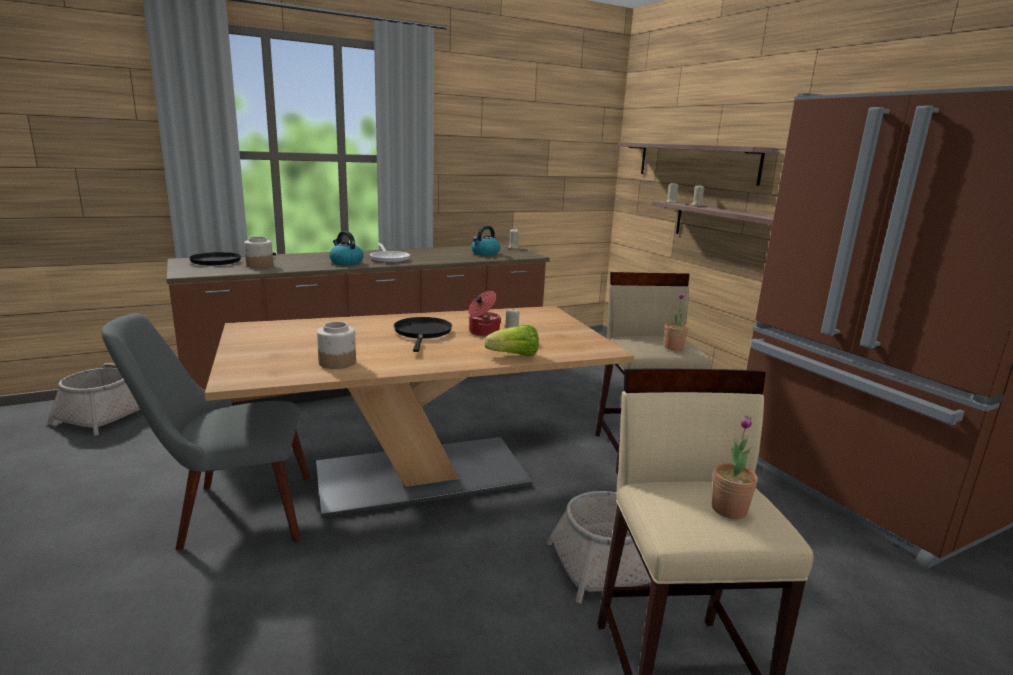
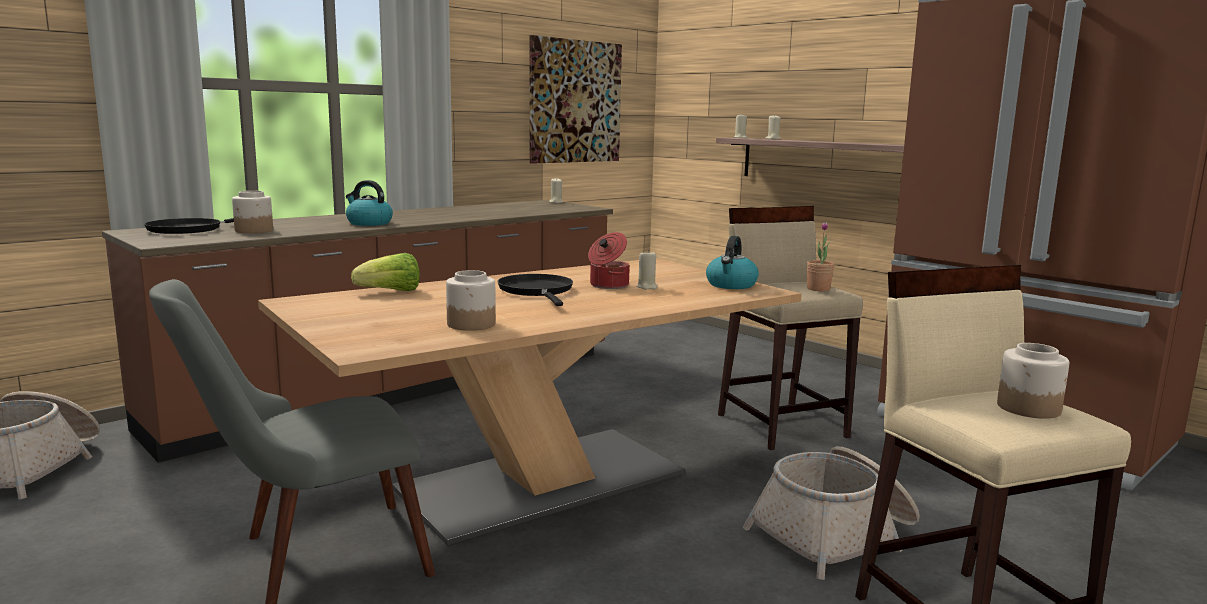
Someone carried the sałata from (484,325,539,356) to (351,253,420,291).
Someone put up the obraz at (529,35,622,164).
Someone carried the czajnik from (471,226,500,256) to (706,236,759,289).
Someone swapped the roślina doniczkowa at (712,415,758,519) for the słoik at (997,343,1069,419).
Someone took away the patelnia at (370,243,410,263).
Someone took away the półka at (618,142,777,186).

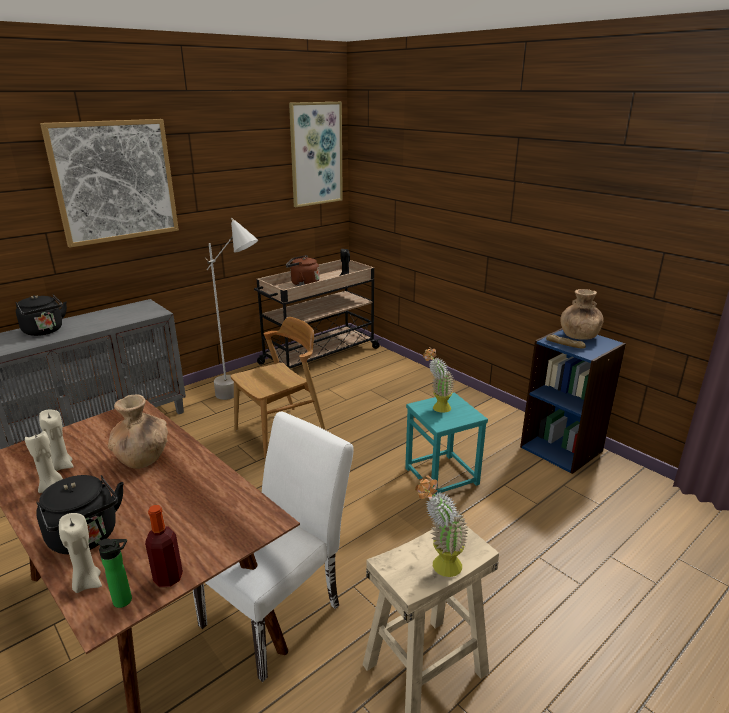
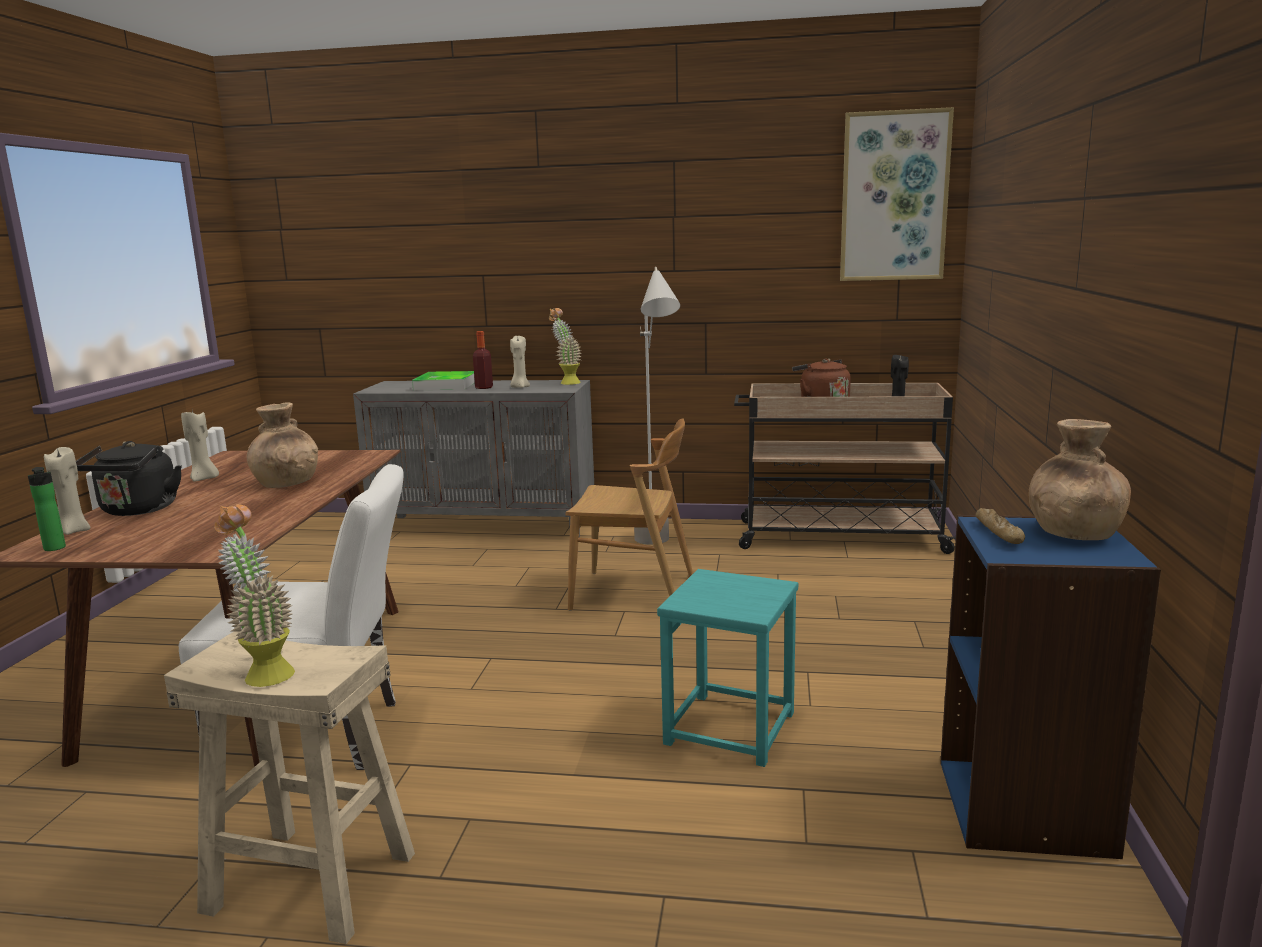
Someone swapped the czajnik (czarny) at (16,294,67,336) for the taca at (412,371,475,390).
Someone carried the butelka from (145,505,183,587) to (473,331,493,389).
Someone carried the świeca (beżowy) from (39,410,74,471) to (510,336,530,388).
Someone carried the roślina doniczkowa from (423,347,455,413) to (549,308,582,385).
Someone took away the obraz at (40,119,179,248).

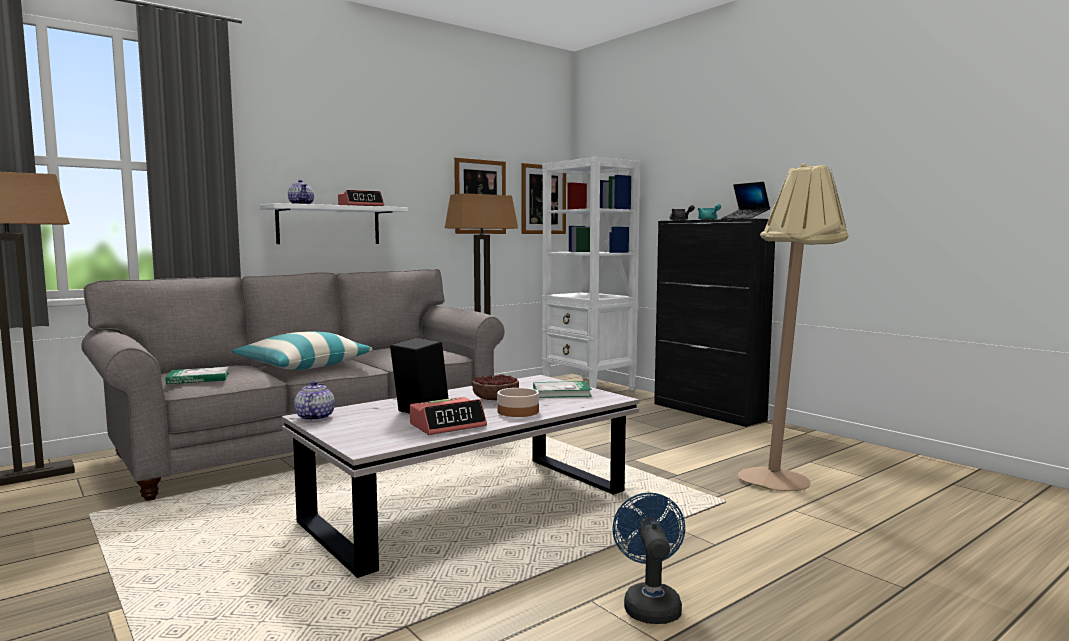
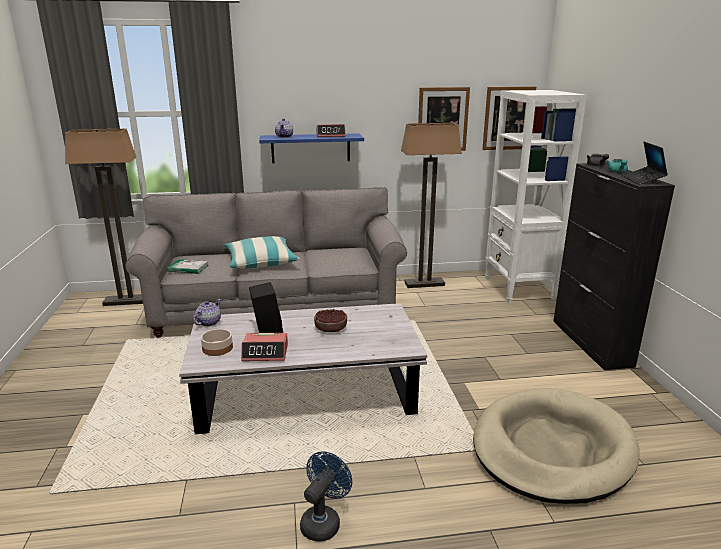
Someone carried the miska from (497,388,539,417) to (201,329,233,356).
Someone repainted the półka (biały) at (260,203,408,244), which became the półka (niebieski) at (259,134,364,163).
Someone swapped the lampa stojąca (beżowy) at (738,163,849,491) for the legowisko (beżowy) at (473,388,640,504).
Someone took away the książka at (533,381,592,398).

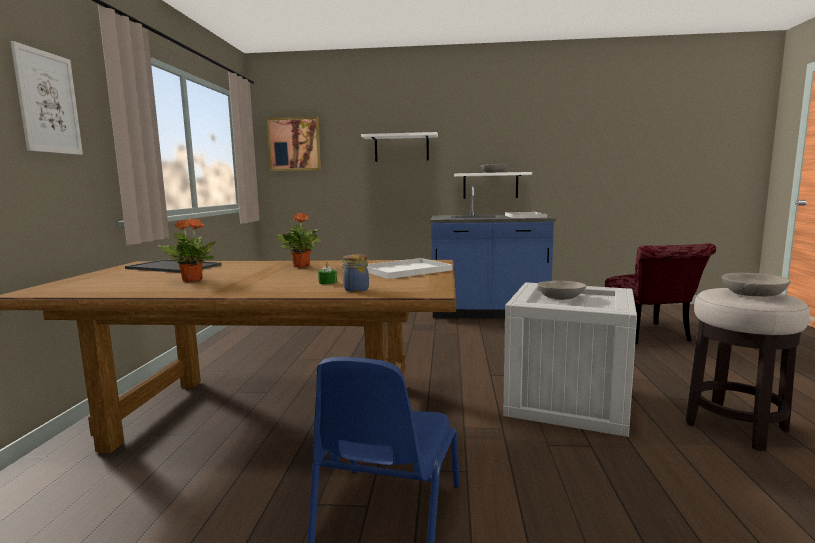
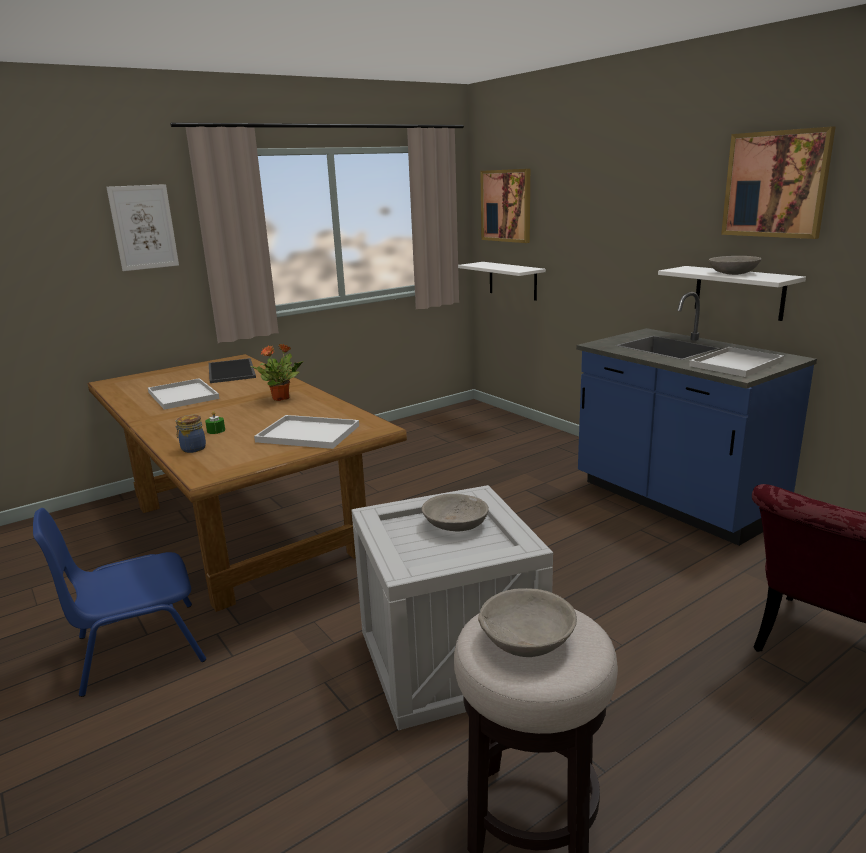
Someone swapped the roślina doniczkowa at (158,219,216,282) for the taca (biały) at (148,378,220,410).
Someone carried the półka (biały) from (361,132,438,162) to (458,262,546,301).
Someone put up the obraz at (721,126,835,239).

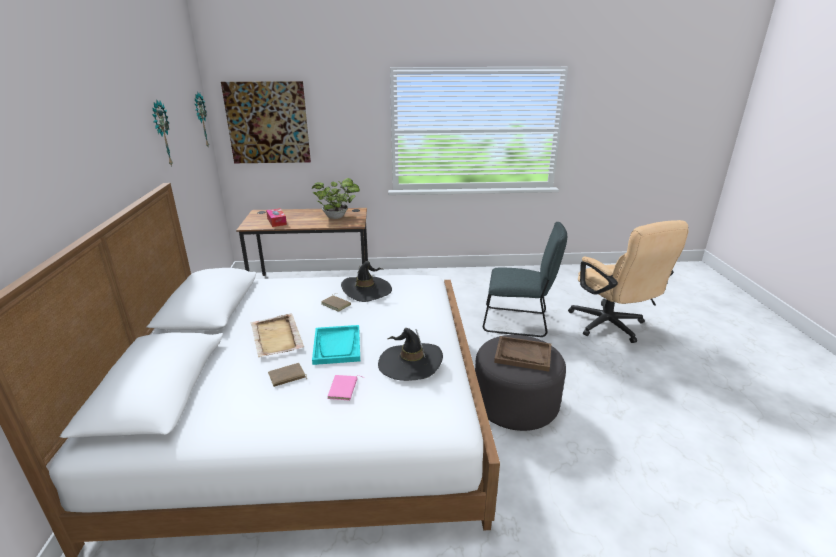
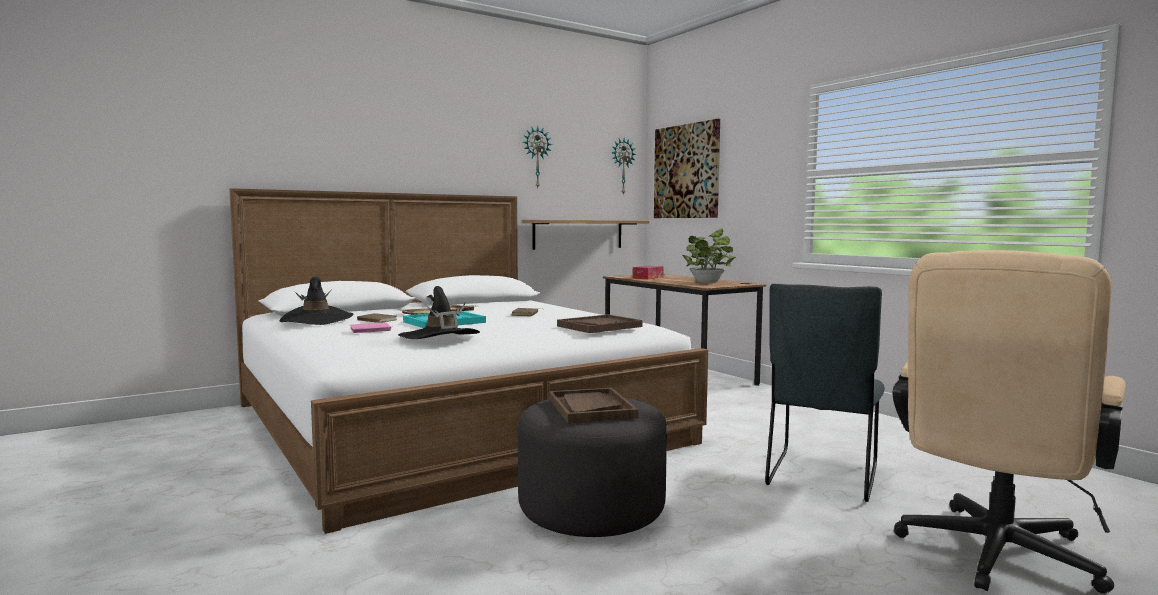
Someone carried the kapelusz (czarny) from (341,261,392,302) to (280,276,353,325).
Someone put up the półka at (523,220,649,250).
Someone put down the taca (brązowy) at (557,314,642,333).
Someone rotated the krzesło (szary) at (483,222,567,337) by 45 degrees clockwise.

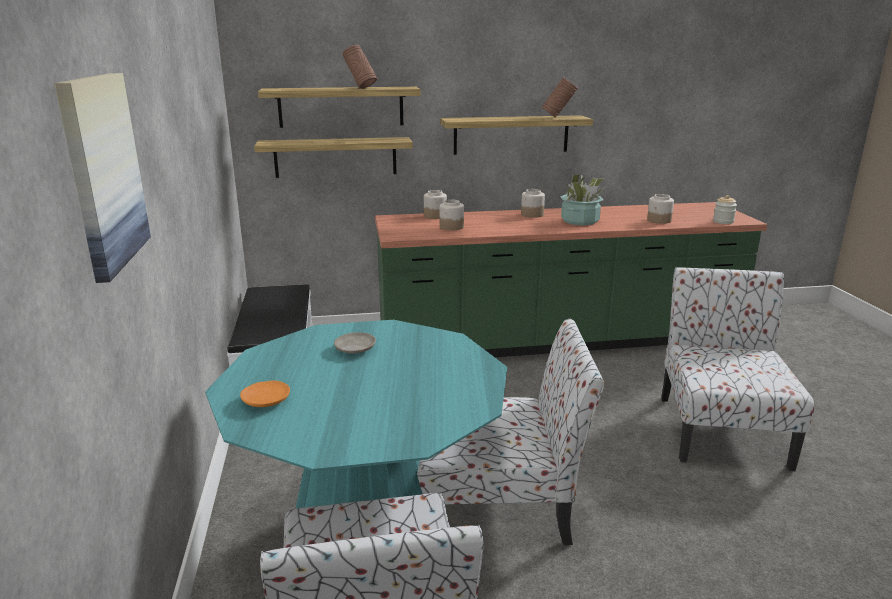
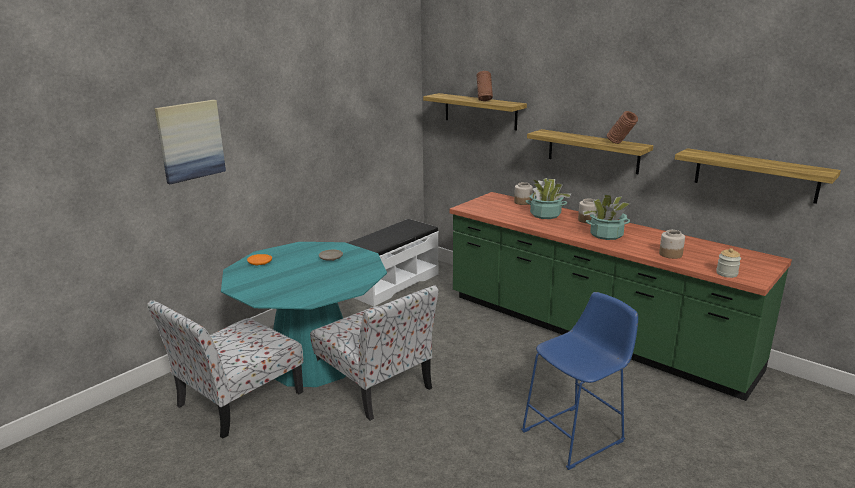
Someone swapped the krzesło at (661,267,814,471) for the stołek (niebieski) at (521,292,638,470).
Someone put down the roślina doniczkowa at (525,178,571,219).
Someone carried the półka from (254,137,413,178) to (675,148,841,204).
Someone took away the słoik at (440,200,464,231).

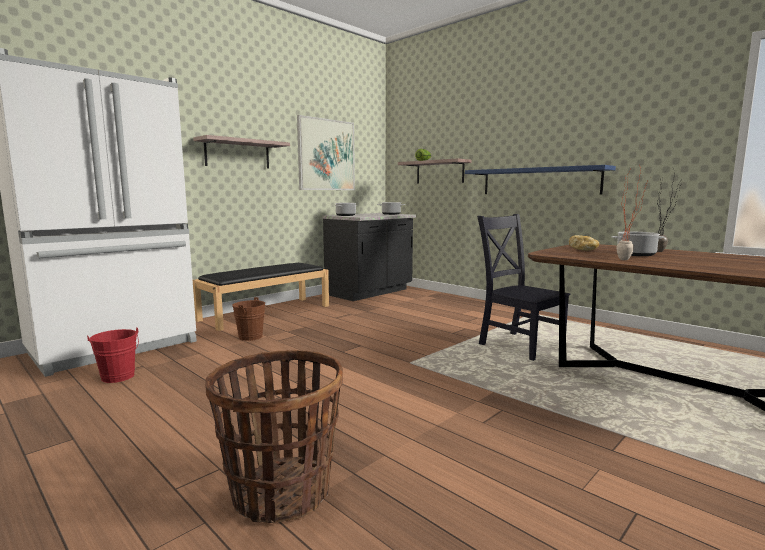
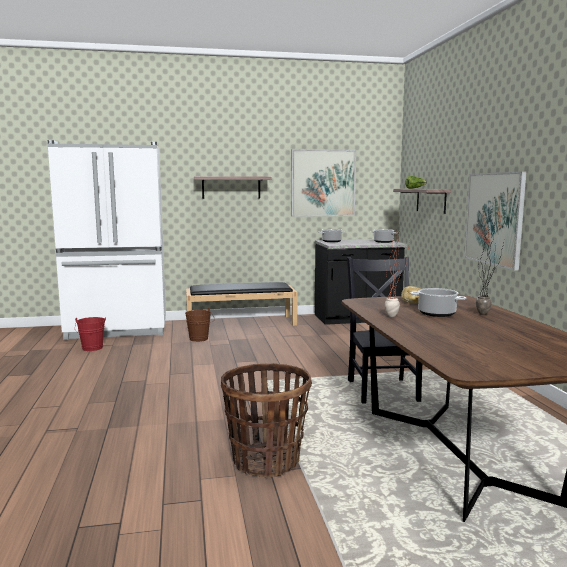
Someone carried the koszyk from (205,350,343,523) to (221,363,312,477).
Someone swapped the półka (niebieski) at (465,165,616,195) for the obraz at (464,171,527,271).

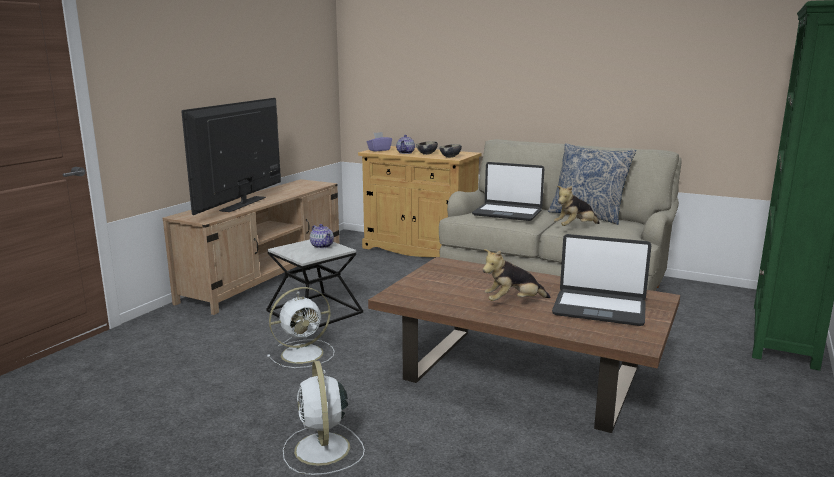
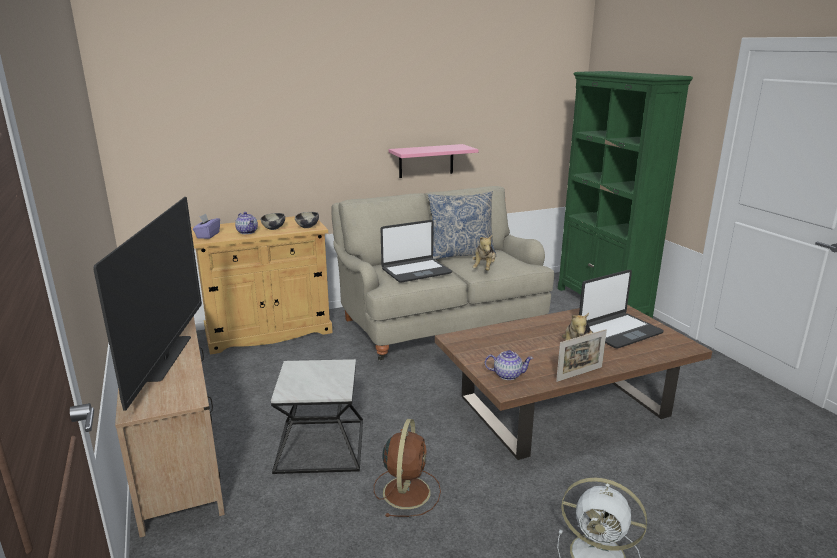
Someone rotated the telewizor at (181,98,281,215) by 150 degrees counterclockwise.
Someone repainted the wentylator (biały) at (267,287,335,368), which became the wentylator (brązowy) at (374,419,441,517).
Someone put up the półka (różowy) at (389,144,478,178).
Someone carried the imbryk from (310,224,334,249) to (485,350,533,380).
Someone put down the ramka na zdjęcie at (556,329,607,382).

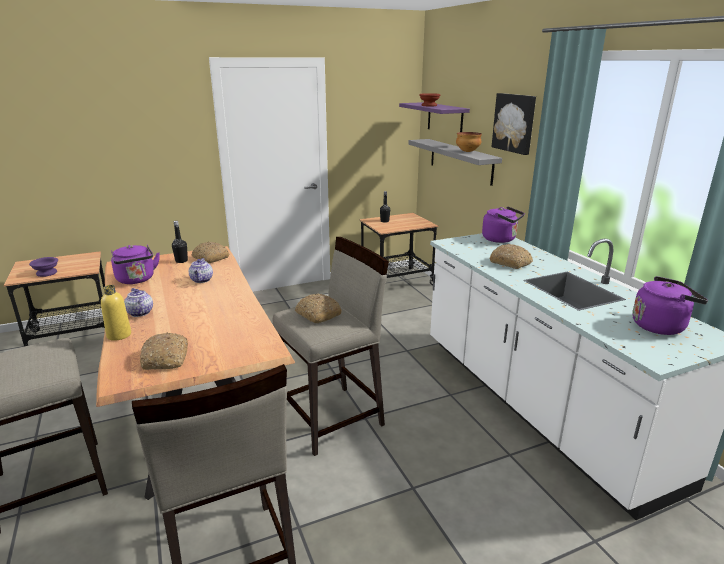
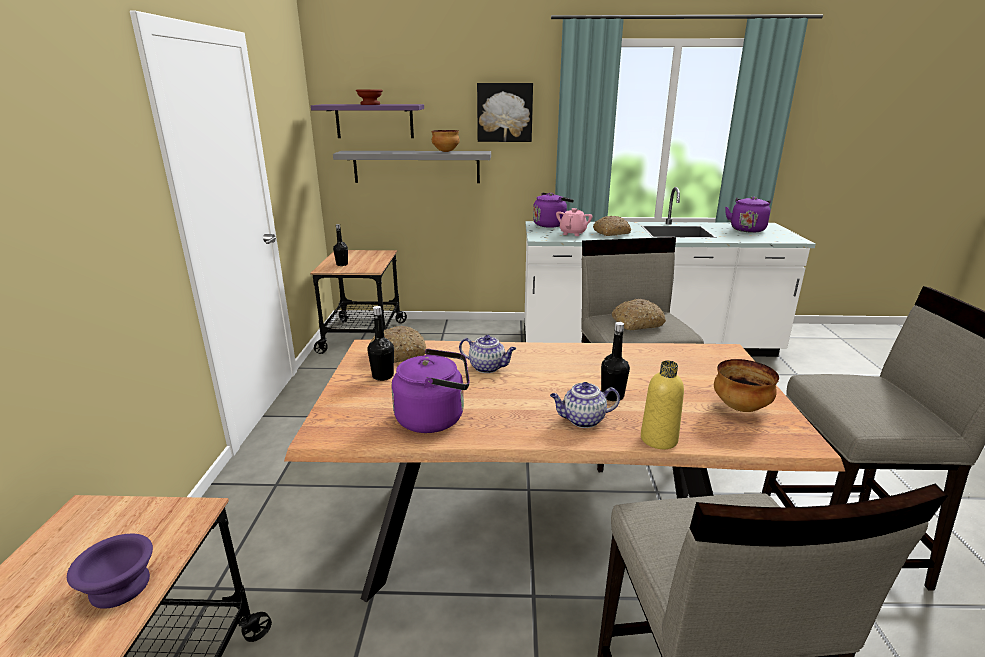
Someone put down the imbryk (różowy) at (556,208,593,236).
Someone put down the butelka (czarny) at (601,322,630,401).
Someone swapped the chleb at (140,333,188,370) for the miska at (714,359,779,412).

